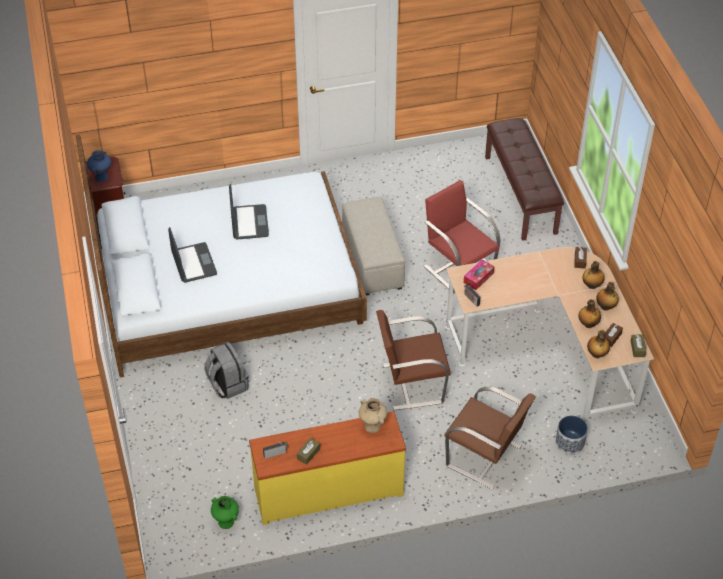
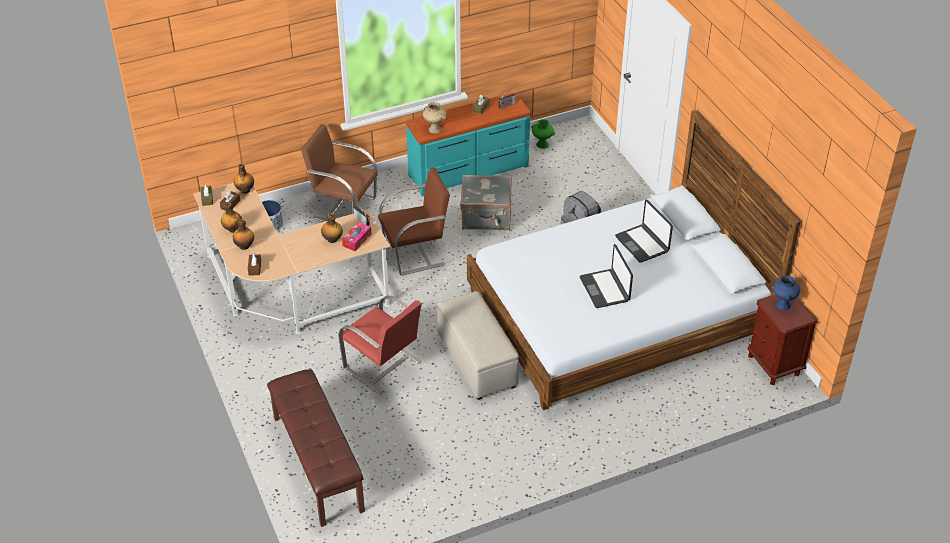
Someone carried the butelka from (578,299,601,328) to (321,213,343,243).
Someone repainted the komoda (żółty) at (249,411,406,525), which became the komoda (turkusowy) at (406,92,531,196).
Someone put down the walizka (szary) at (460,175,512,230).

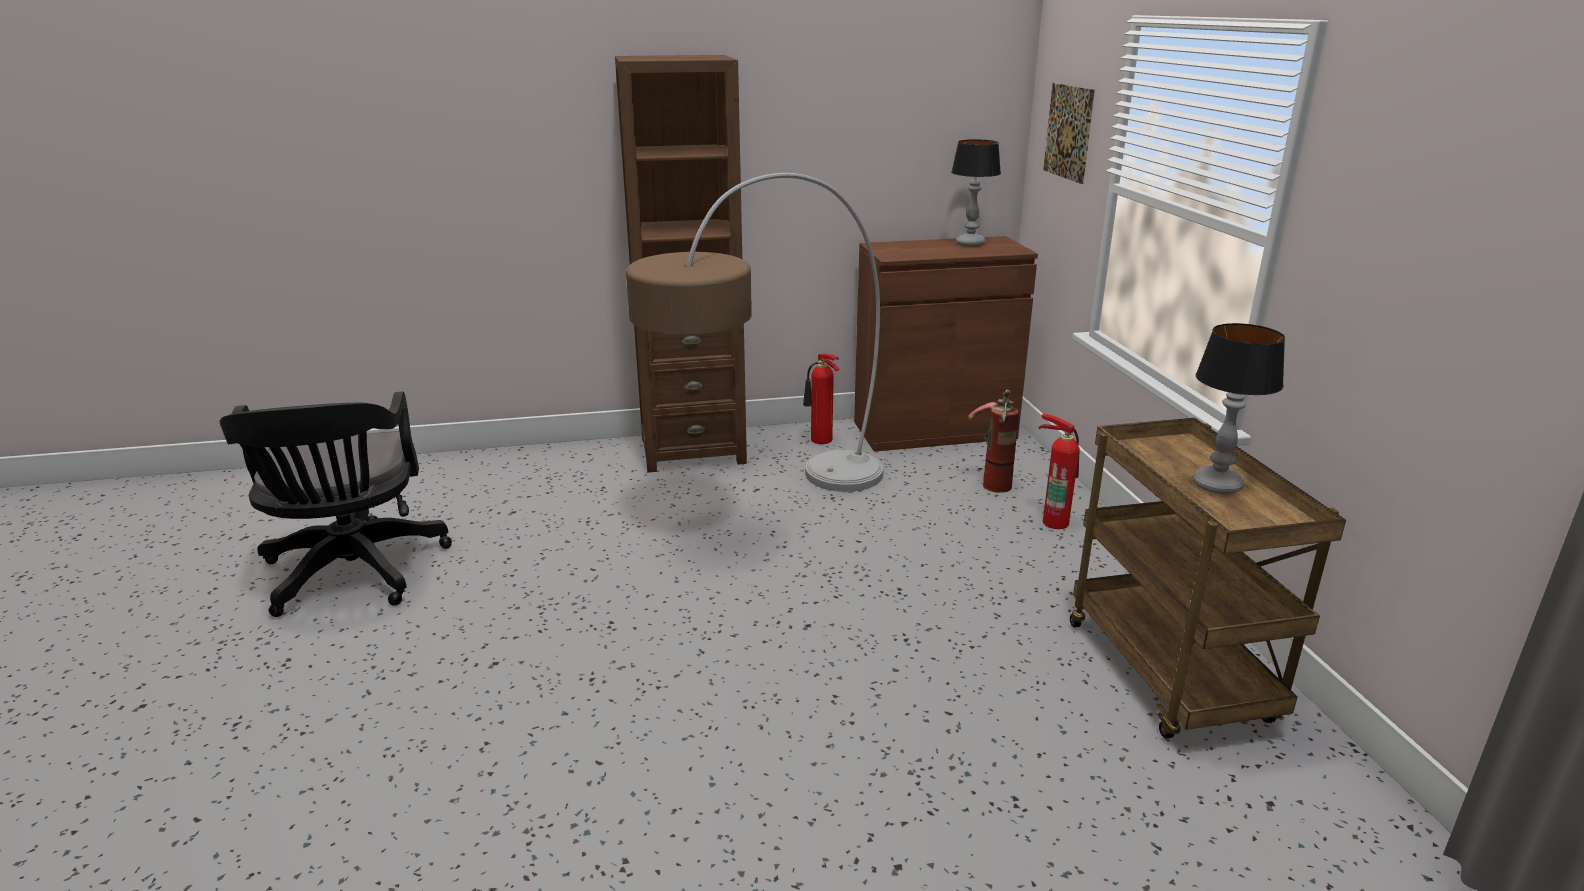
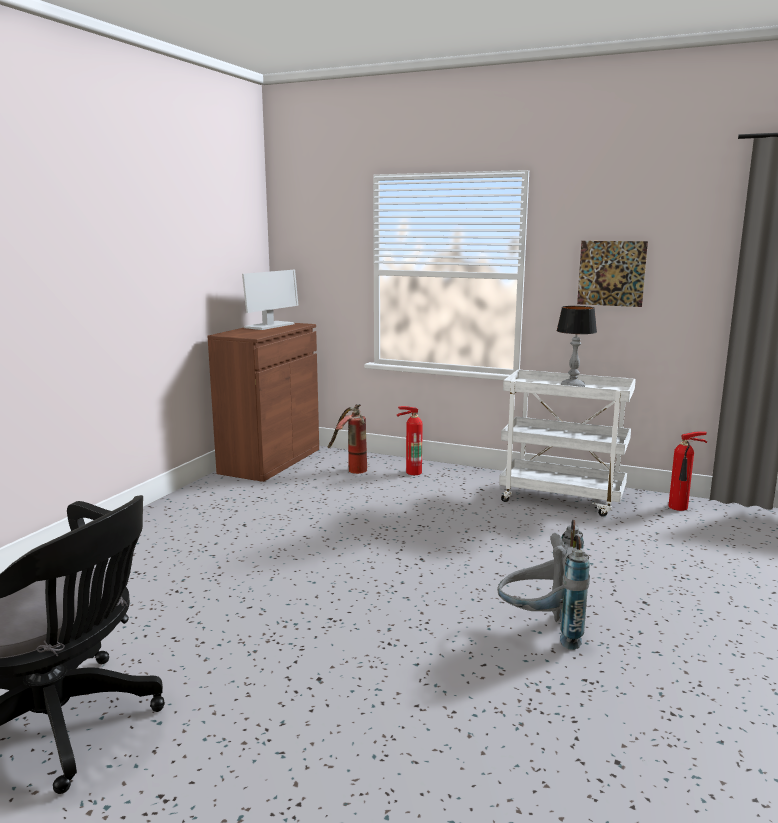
Someone swapped the lampa stołowa at (951,139,1001,247) for the monitor at (242,270,299,330).
Someone put down the plecak (szary) at (497,520,590,650).
Someone repainted the wózek (brązowy) at (1070,418,1346,739), which became the wózek (biały) at (499,369,636,517).
Someone carried the obraz from (1043,83,1095,184) to (577,241,648,307).
Someone carried the gaśnica from (803,353,839,444) to (668,431,707,511).
Someone took away the regał (brązowy) at (615,55,747,473).
Someone took away the lampa stojąca at (626,173,884,492).

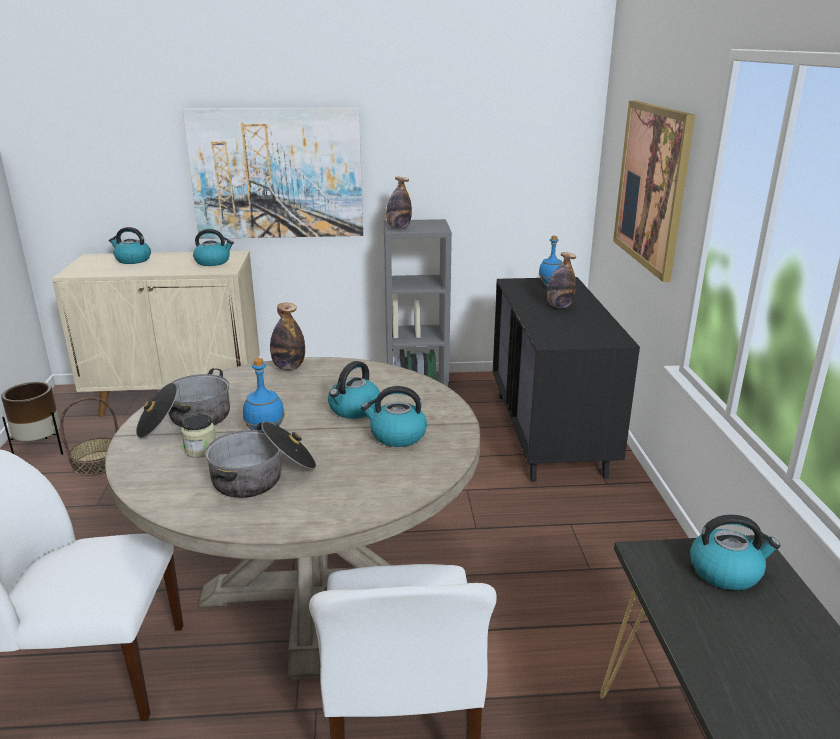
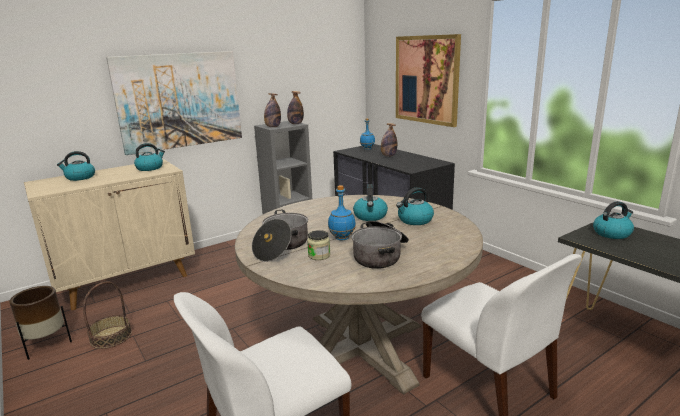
Someone carried the butelka from (270,303,305,370) to (287,91,304,124).

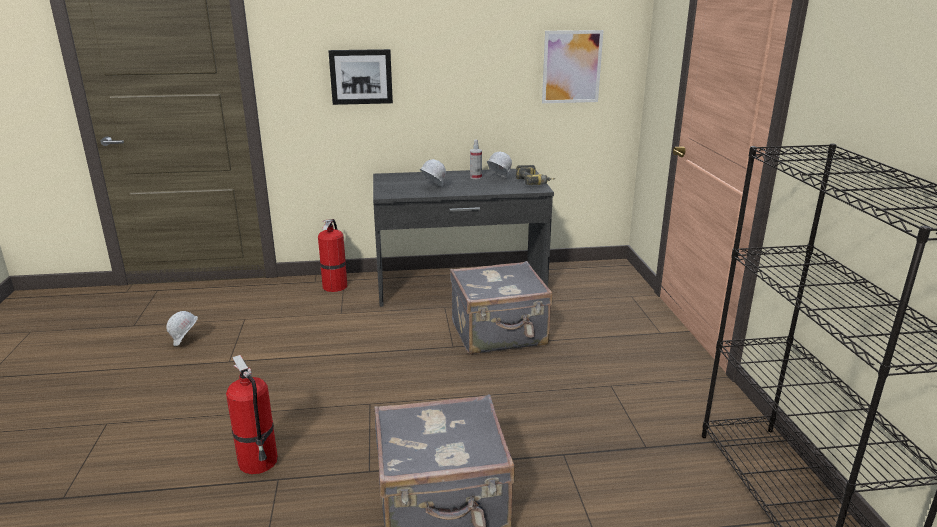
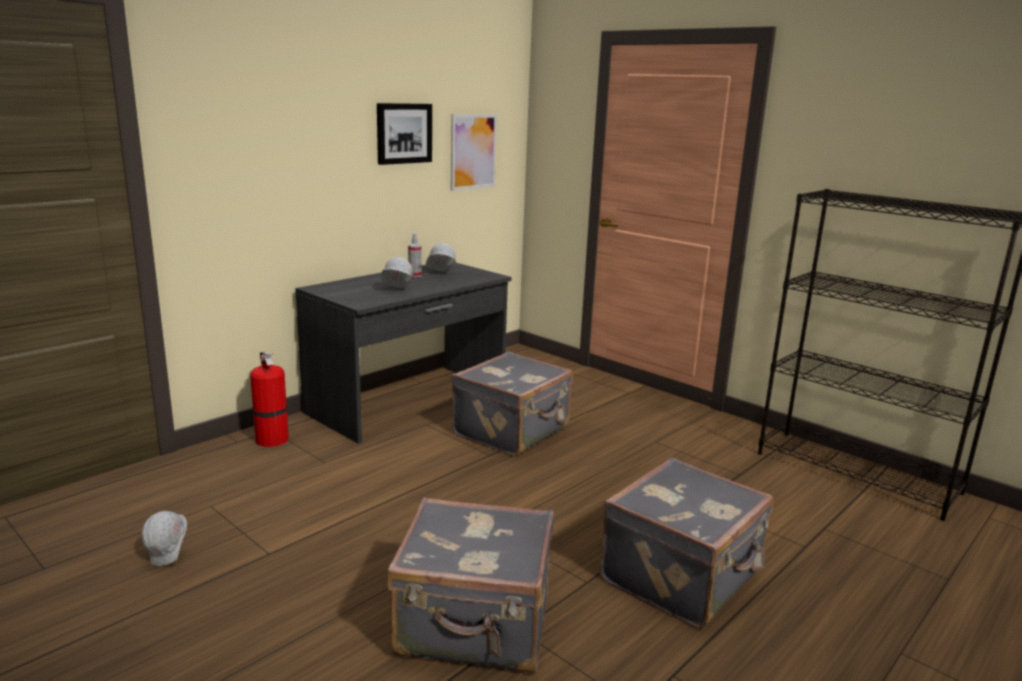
Someone carried the obraz from (328,49,393,105) to (377,103,432,165).
Someone swapped the gaśnica at (226,355,278,474) for the walizka (szary) at (387,498,554,673).
Someone took away the wiertarka at (515,165,555,185).

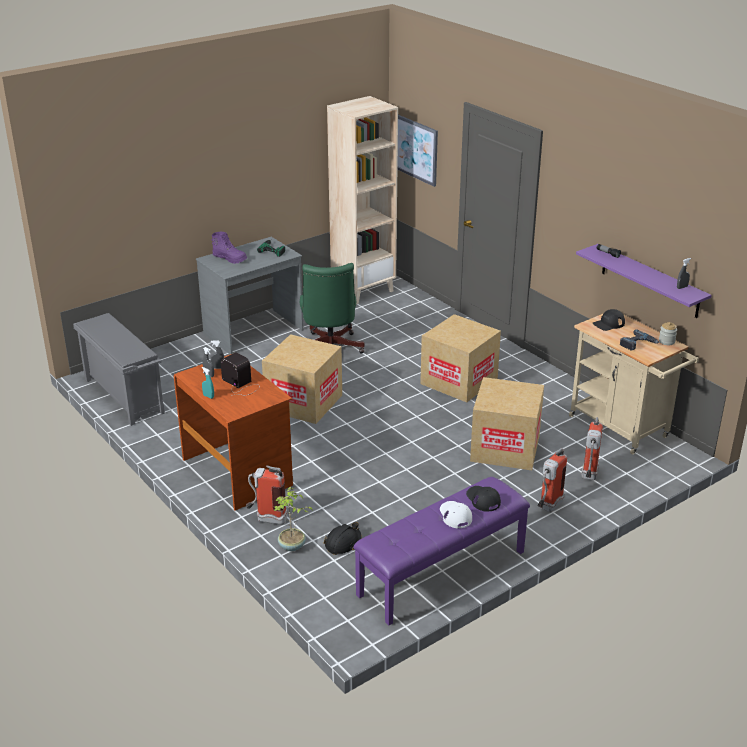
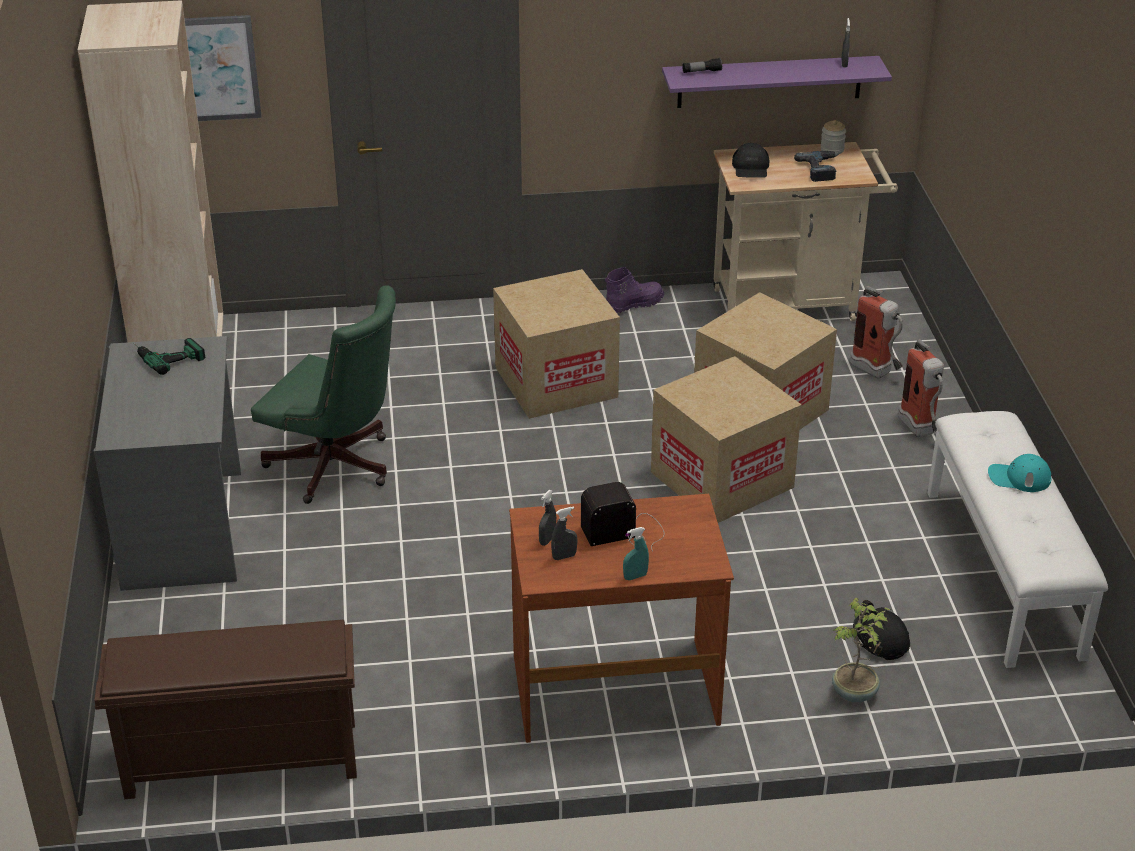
Someone repainted the regał na buty (szary) at (73,313,165,426), which became the regał na buty (brązowy) at (94,620,357,799).
Someone carried the but z cholewką (fioletowy) from (212,232,247,264) to (605,267,664,313).
Someone carried the karton from (262,334,342,424) to (651,356,802,523).
Someone repainted the ławka (fioletowy) at (353,477,530,625), which became the ławka (biały) at (928,411,1108,668).
Someone repainted the czapka z daszkiem (biały) at (440,501,472,528), which became the czapka z daszkiem (turkusowy) at (988,454,1052,492).
Someone took away the gaśnica at (246,465,287,525).
Someone took away the czapka z daszkiem (czarny) at (466,486,501,512).

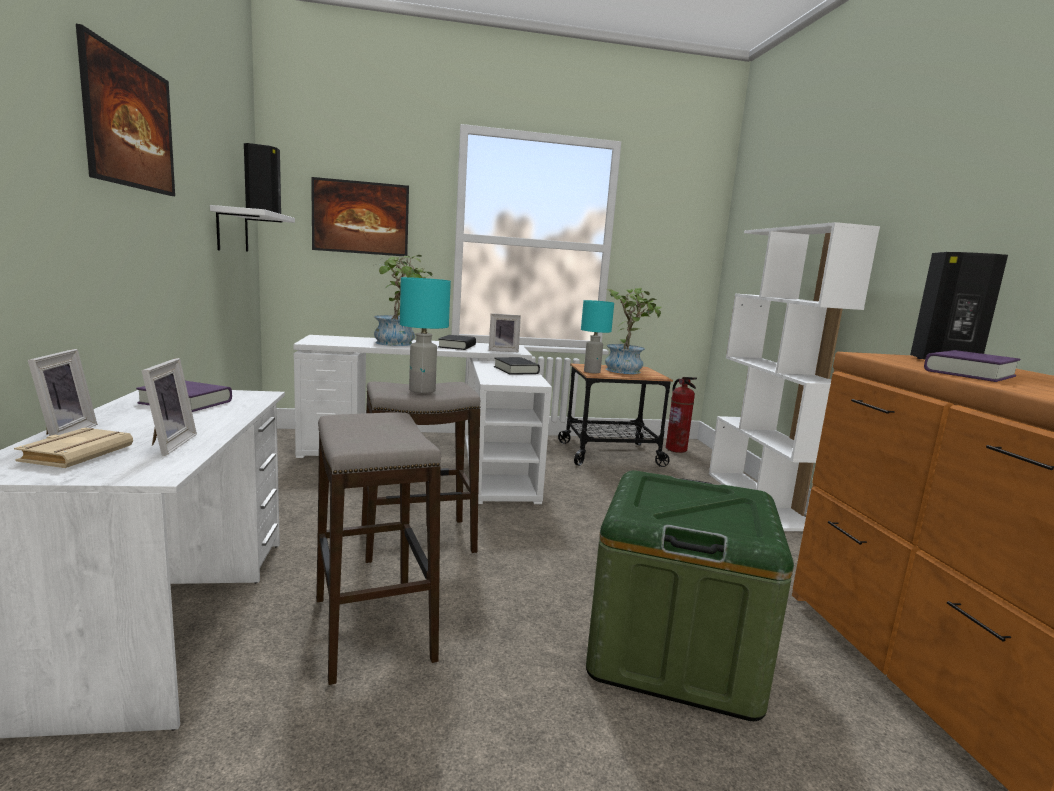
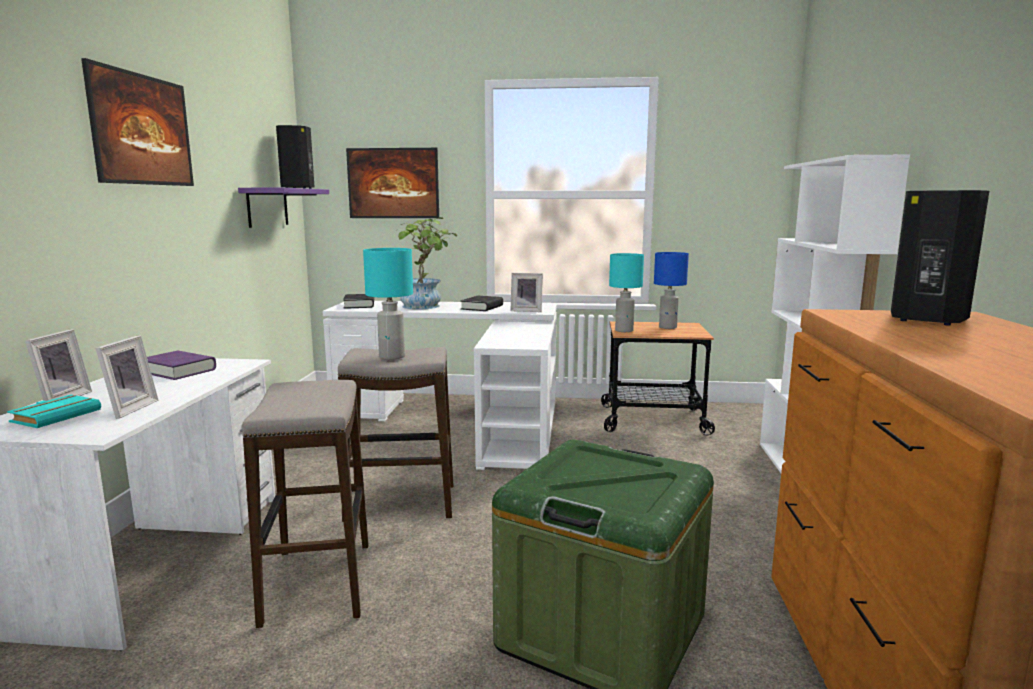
Someone repainted the książka (beżowy) at (14,428,133,468), which became the książka (turkusowy) at (7,395,101,428).
Someone repainted the półka (biały) at (210,205,295,251), which became the półka (fioletowy) at (238,188,329,228).
Someone carried the książka (czarny) from (494,357,540,375) to (343,294,374,309).
Someone swapped the roślina doniczkowa at (605,288,662,374) for the lampa stołowa (niebieski) at (654,252,689,329).
Someone took away the gaśnica at (666,377,697,453).
Someone took away the książka (fioletowy) at (924,350,1020,382).

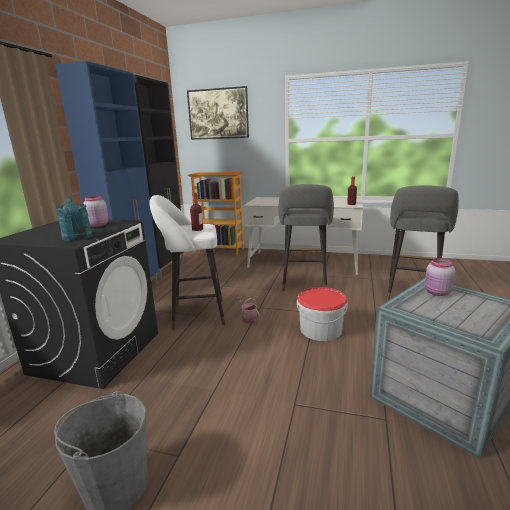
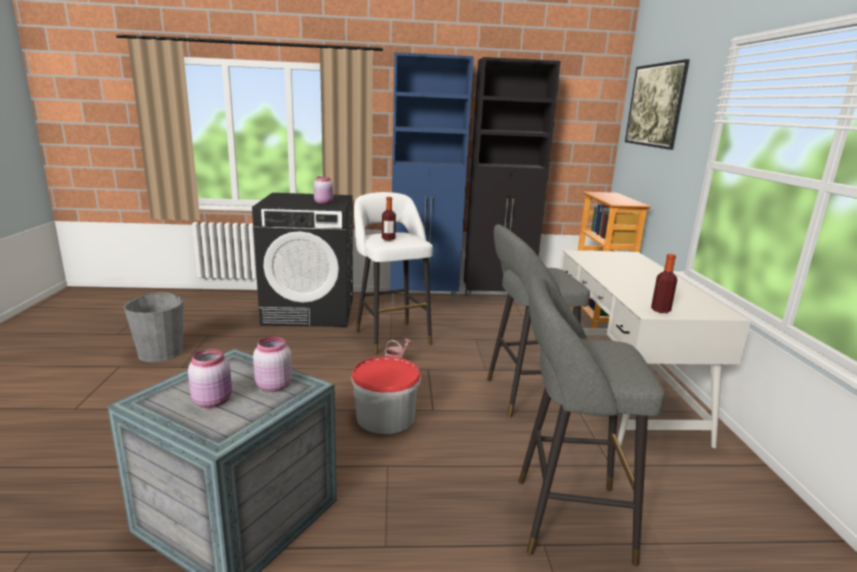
Someone put down the słoik (różowy) at (188,349,232,408).
Someone took away the konewka (turkusowy) at (56,196,93,241).

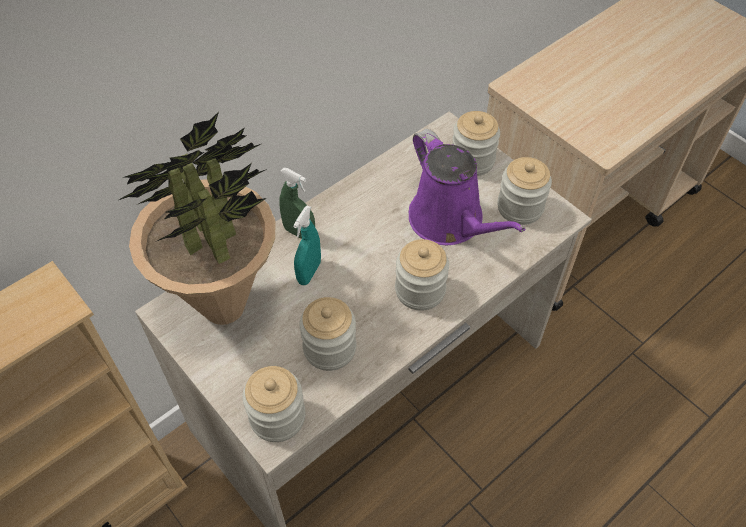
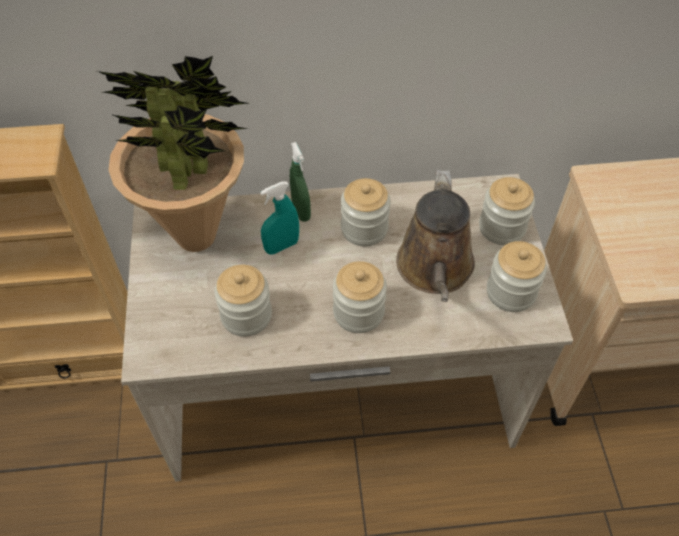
Someone carried the słoik from (242,366,306,442) to (341,178,391,246).
Someone repainted the konewka (fioletowy) at (409,129,526,245), which became the konewka (brązowy) at (396,170,475,302).

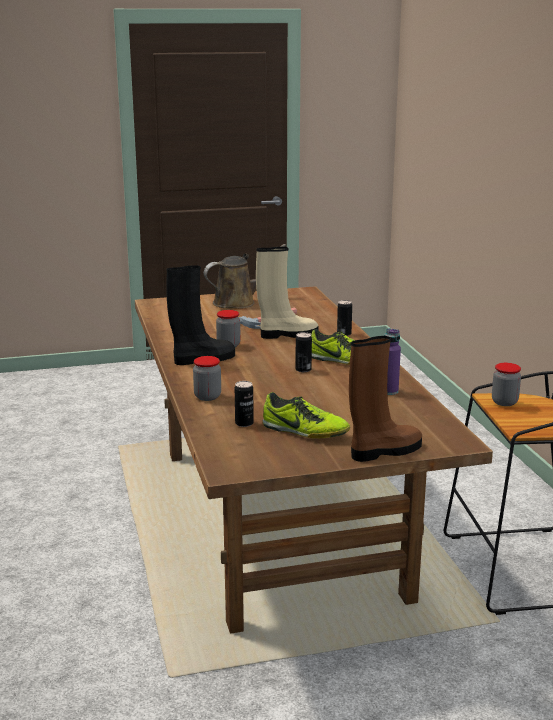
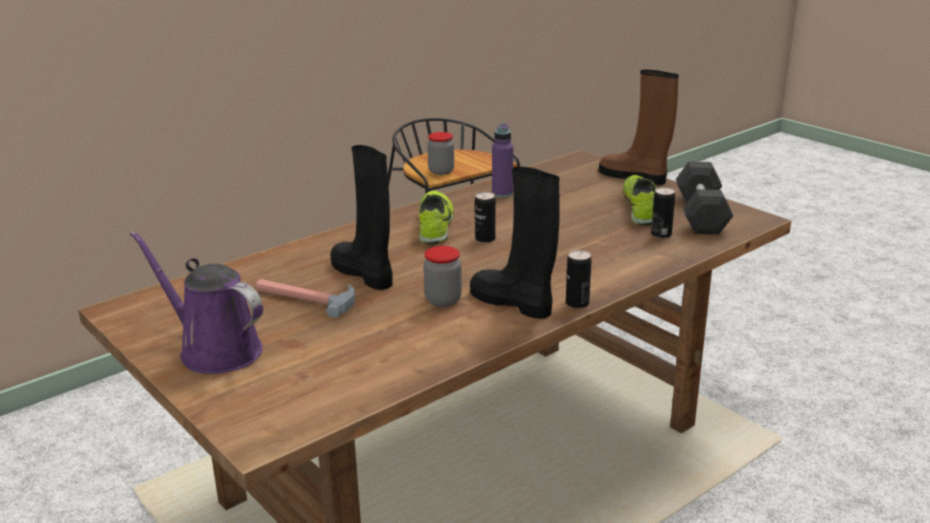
Someone repainted the konewka (brązowy) at (204,244,286,309), which became the konewka (fioletowy) at (130,231,263,374).
Someone repainted the but z cholewką (beżowy) at (256,247,319,339), which became the but z cholewką (czarny) at (331,145,393,290).
Someone carried the puszka from (337,300,352,336) to (566,250,592,309).
Someone put down the hantel (czarny) at (676,162,733,234).
Someone took away the słoik at (193,356,221,401).

